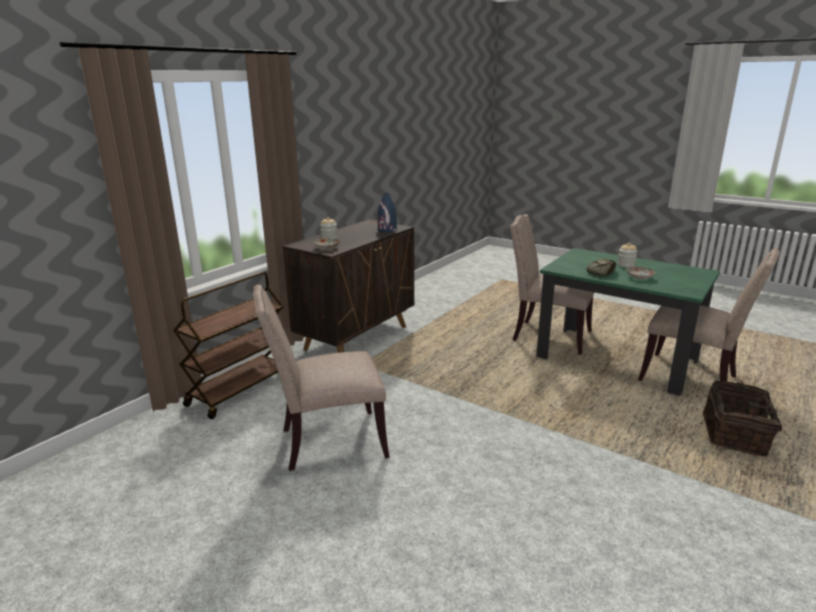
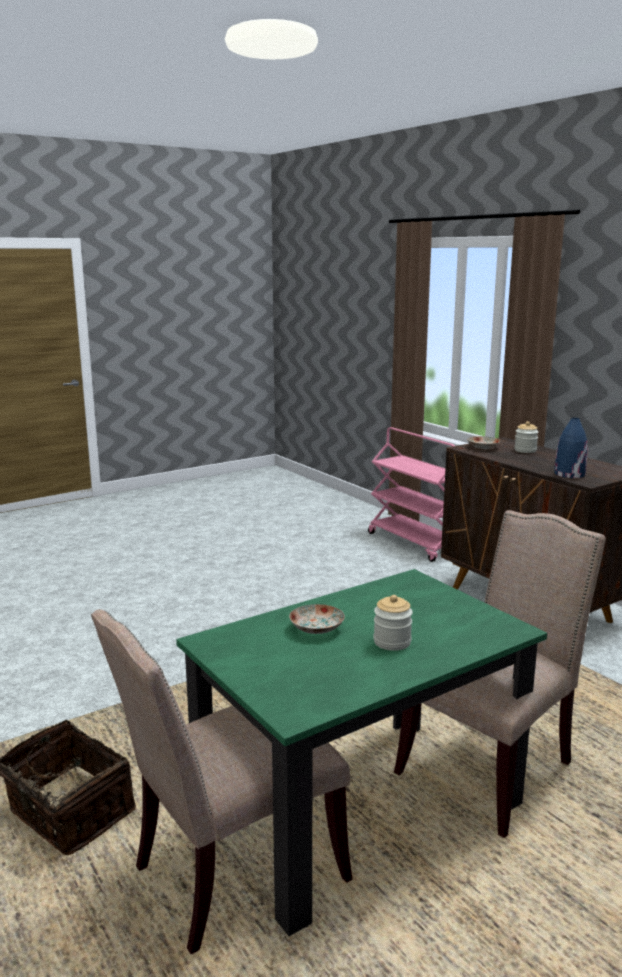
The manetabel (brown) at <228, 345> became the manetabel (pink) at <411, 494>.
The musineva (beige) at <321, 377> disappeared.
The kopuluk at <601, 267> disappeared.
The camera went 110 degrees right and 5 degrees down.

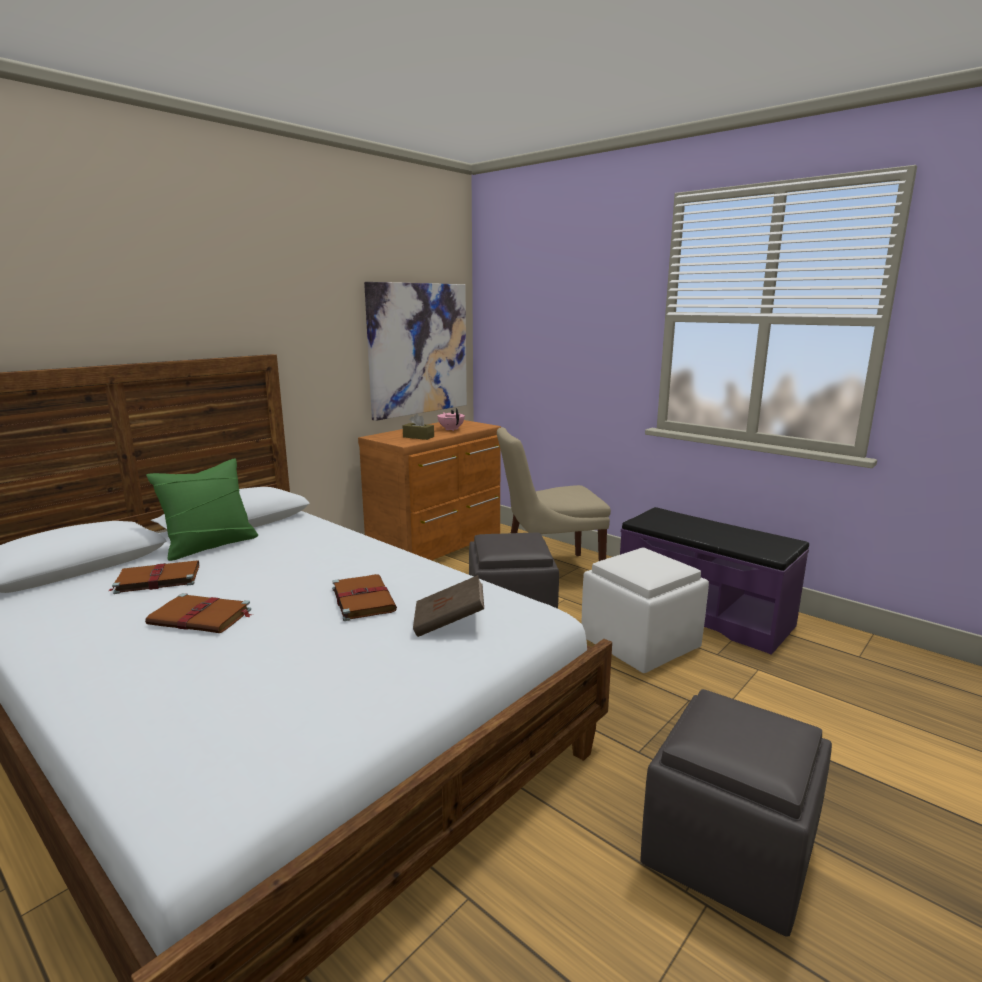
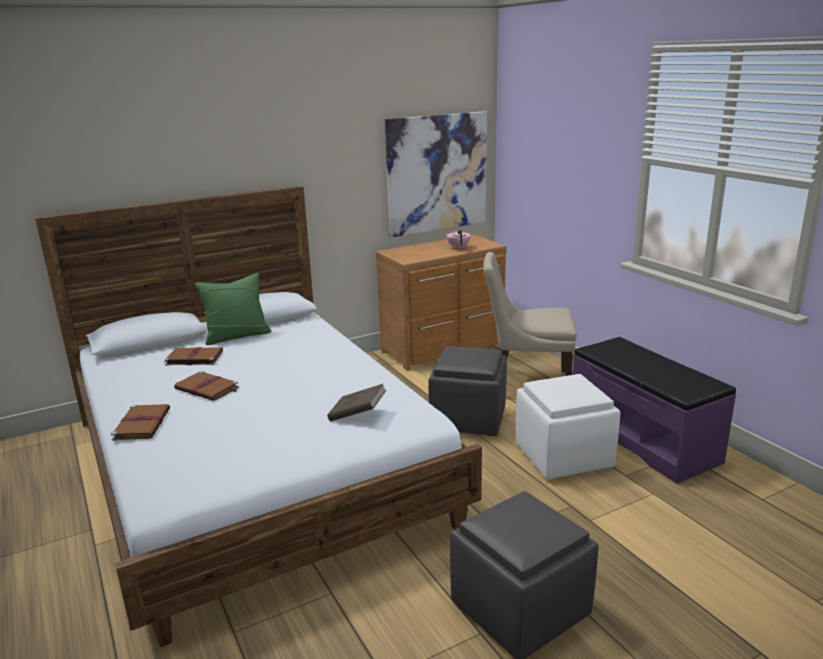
The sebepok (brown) moved from <364, 597> to <140, 422>.
The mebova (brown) at <418, 427> disappeared.
The camera went 20 degrees right and 5 degrees up.

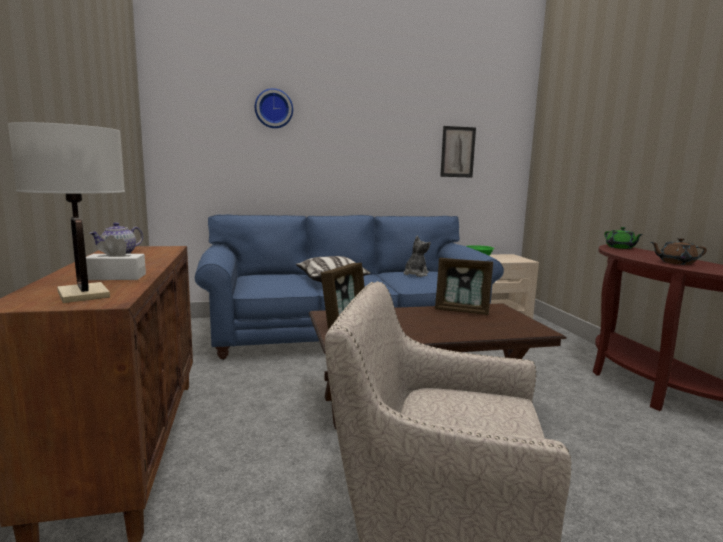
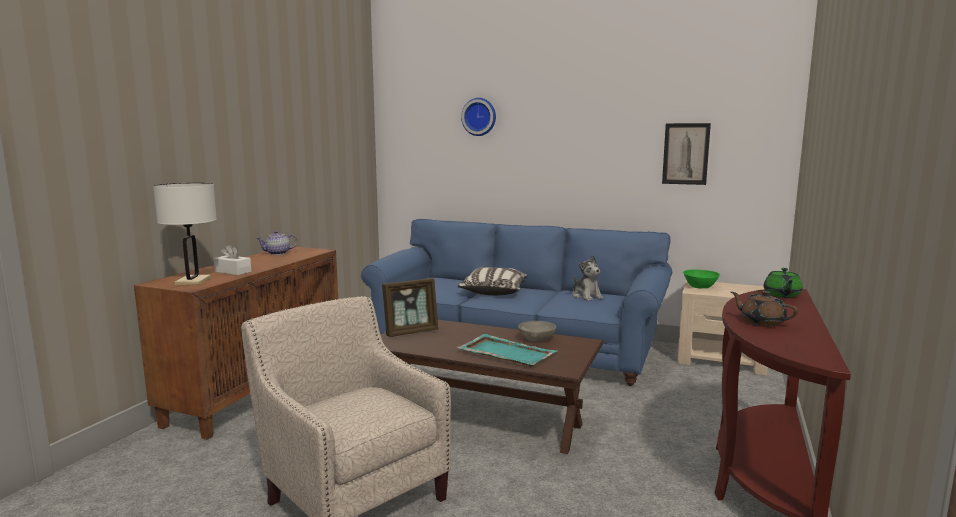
The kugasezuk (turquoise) at <507, 350> appeared.
The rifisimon at <464, 286> was replaced by the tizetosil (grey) at <537, 331>.
The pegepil at <417, 256> turned 90 degrees clockwise.
The camera went 35 degrees right and 0 degrees up.

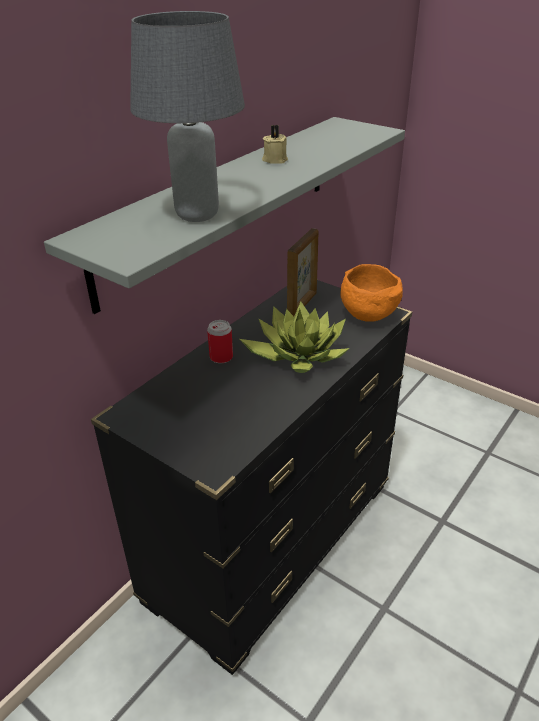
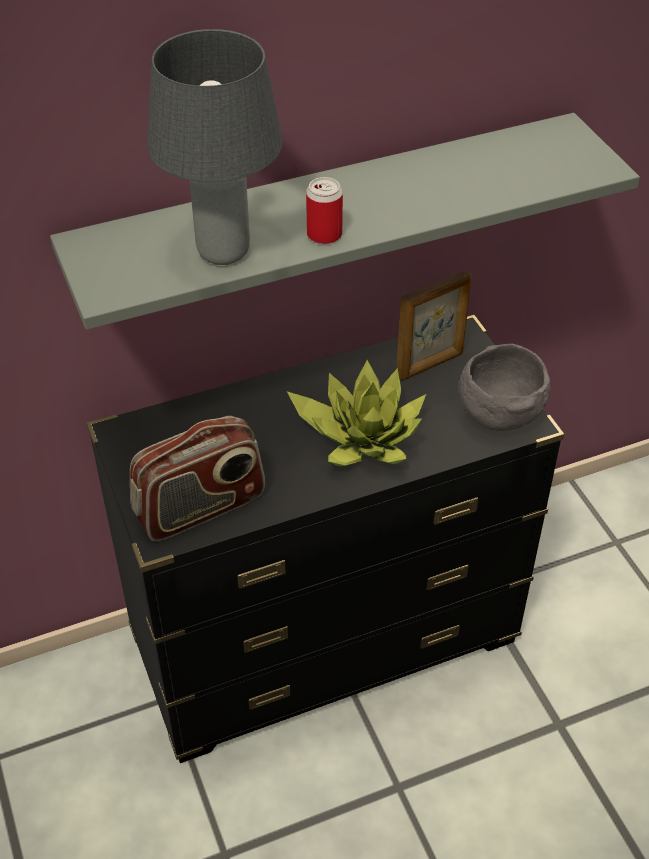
The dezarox at <197, 478> appeared.
The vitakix moved from <220, 341> to <324, 210>.
The tizetosil (orange) at <371, 293> became the tizetosil (grey) at <505, 387>.
The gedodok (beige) at <275, 144> disappeared.
The camera went 30 degrees right and 10 degrees up.

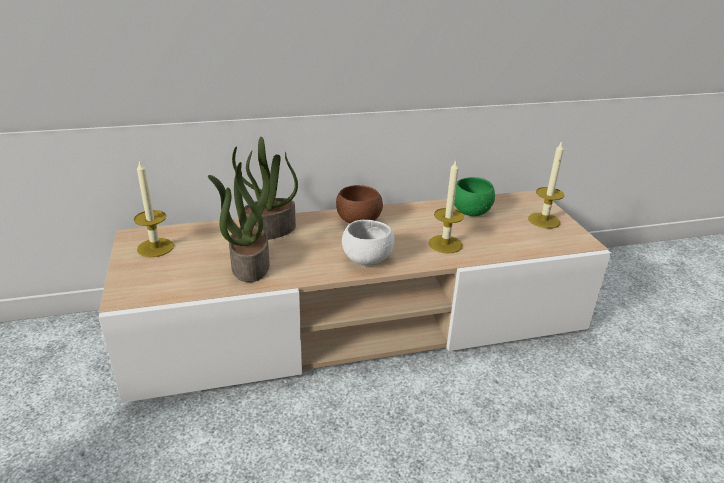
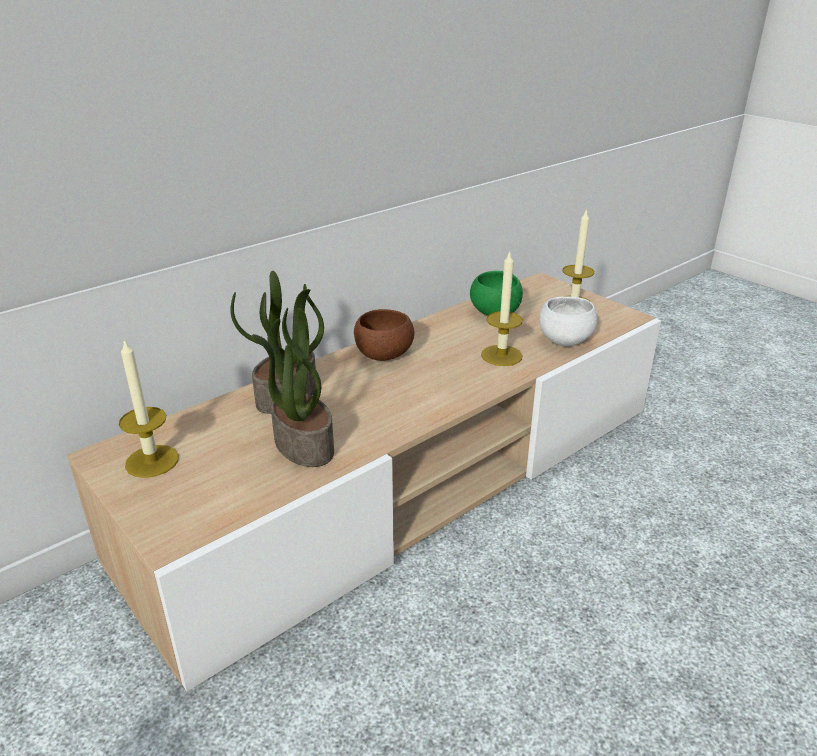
The tizetosil (white) moved from <368, 242> to <568, 321>.
The camera went 25 degrees left and 0 degrees up.

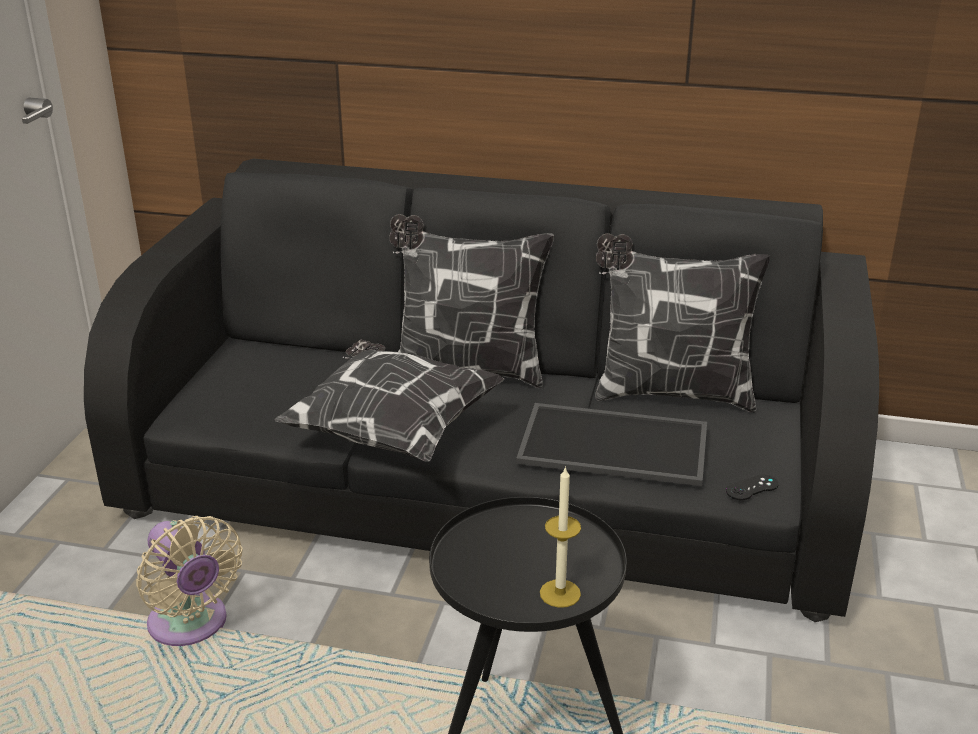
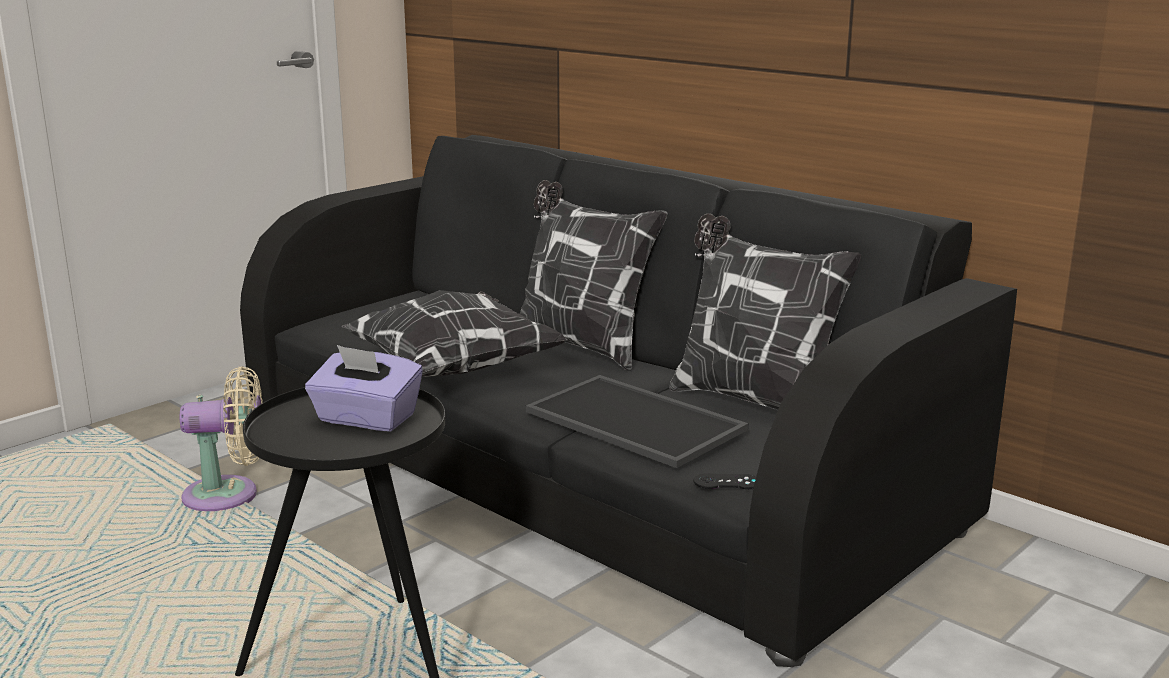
The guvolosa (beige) at <189, 581> turned 90 degrees counterclockwise.
The mebova (purple) at <364, 388> appeared.
The gedodok at <560, 537> disappeared.
The camera went 30 degrees right and 10 degrees down.

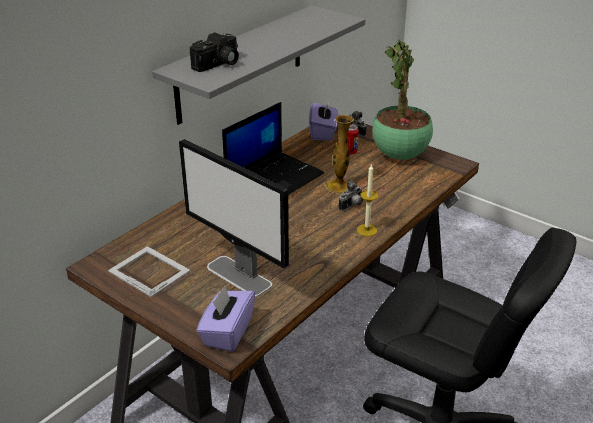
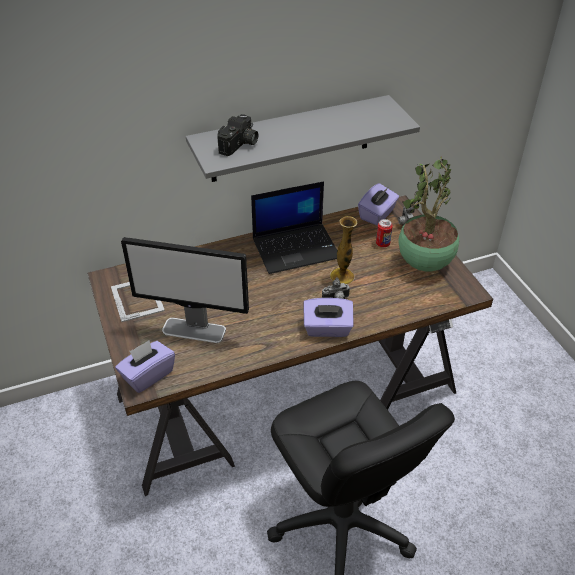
The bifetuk at <234, 218> turned 60 degrees counterclockwise.
The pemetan at <214, 52> turned 45 degrees counterclockwise.
The gedodok at <367, 200> was replaced by the mebova (purple) at <328, 317>.
The camera went 30 degrees right and 10 degrees up.

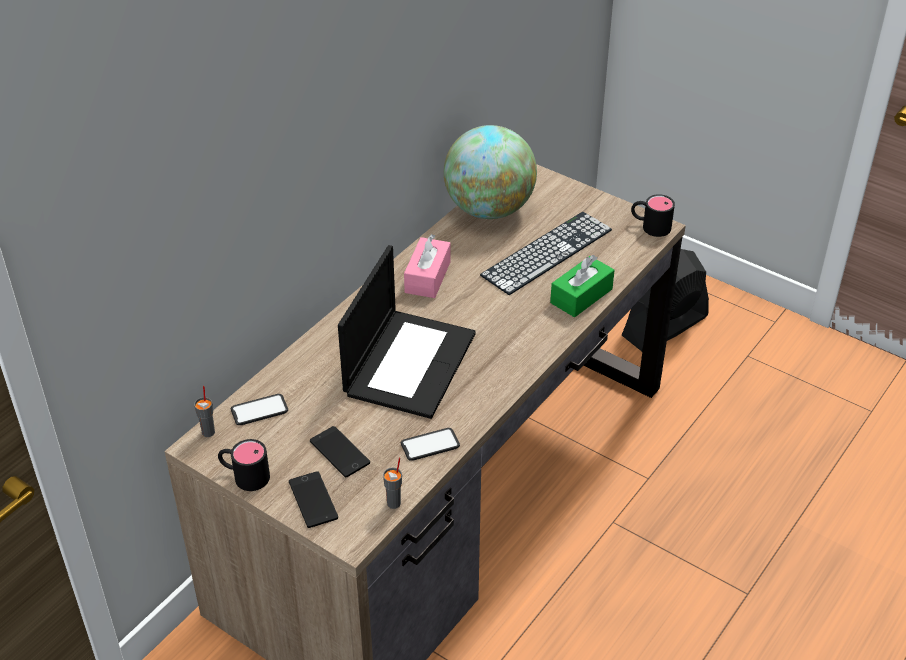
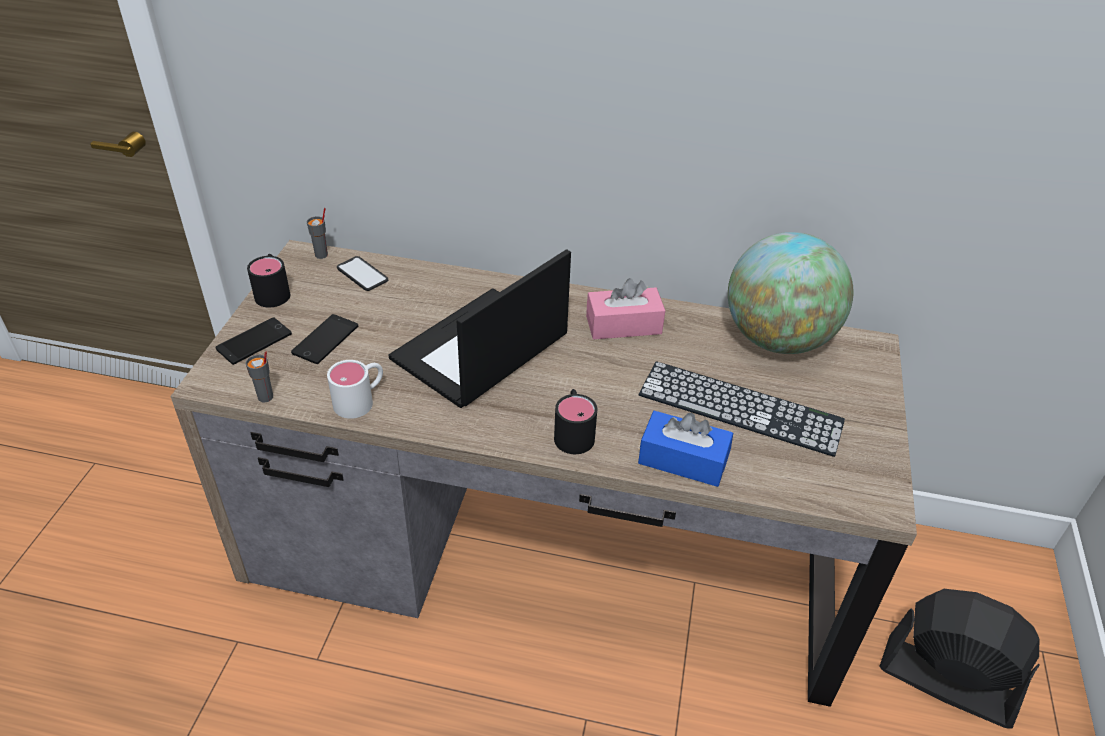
The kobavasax at <430, 444> was replaced by the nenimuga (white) at <355, 389>.
The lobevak at <407, 332> turned 135 degrees clockwise.
The nenimuga (black) moved from <653, 215> to <575, 421>.
The mebova (green) at <582, 286> became the mebova (blue) at <685, 449>.
The camera went 65 degrees right and 0 degrees up.

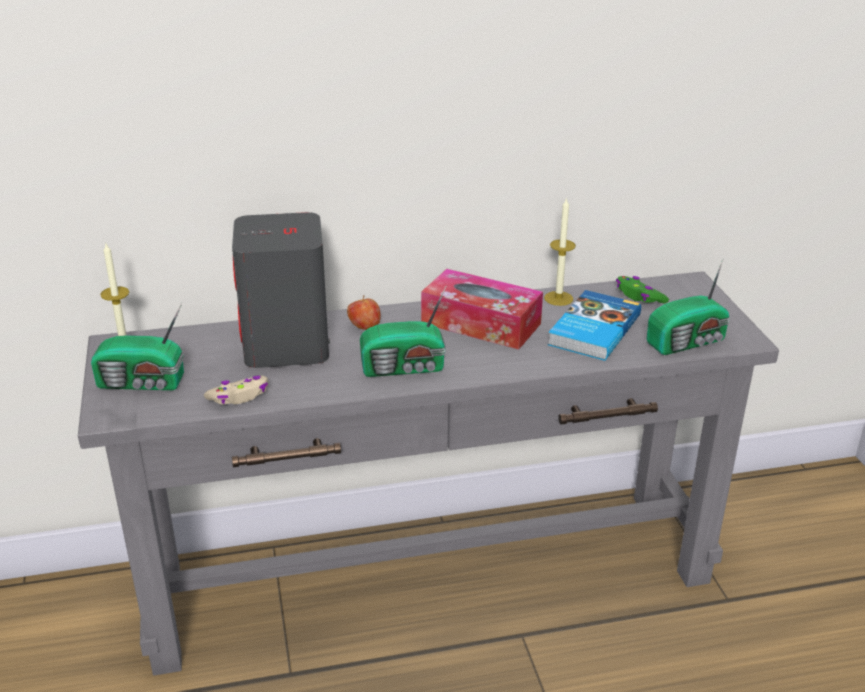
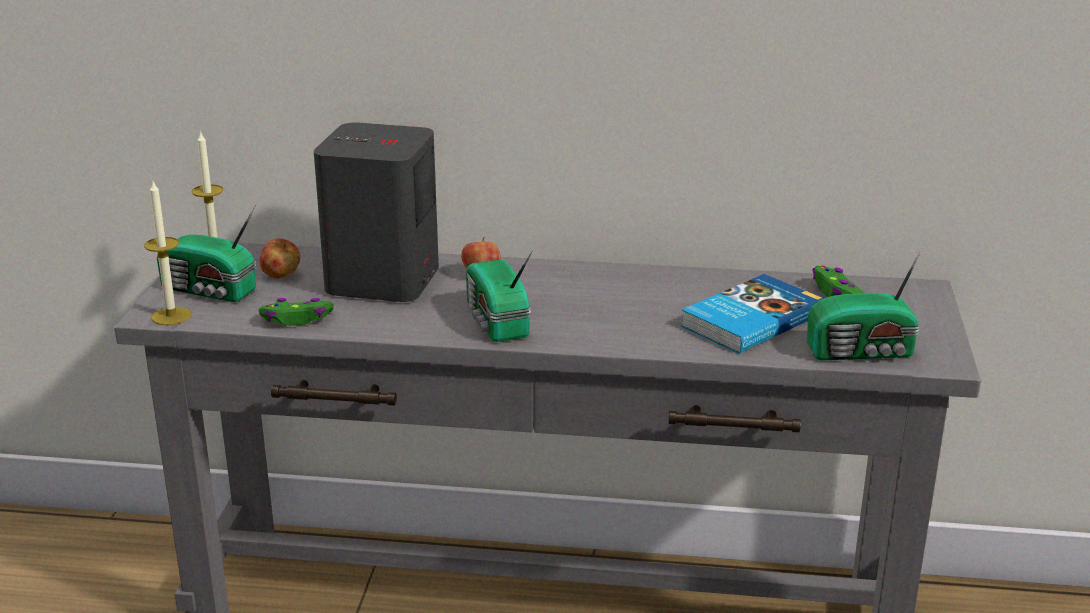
The gedodok moved from <560, 251> to <167, 253>.
The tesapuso at <279, 258> appeared.
The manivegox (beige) at <236, 390> became the manivegox (green) at <296, 312>.
The dezarox at <403, 331> turned 60 degrees clockwise.
The mebova at <482, 309> disappeared.
The camera went 20 degrees right and 5 degrees down.

